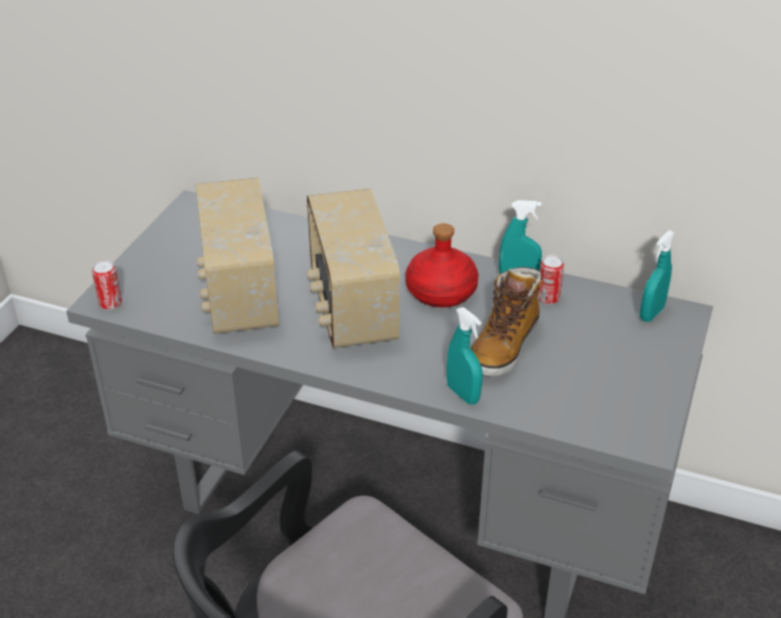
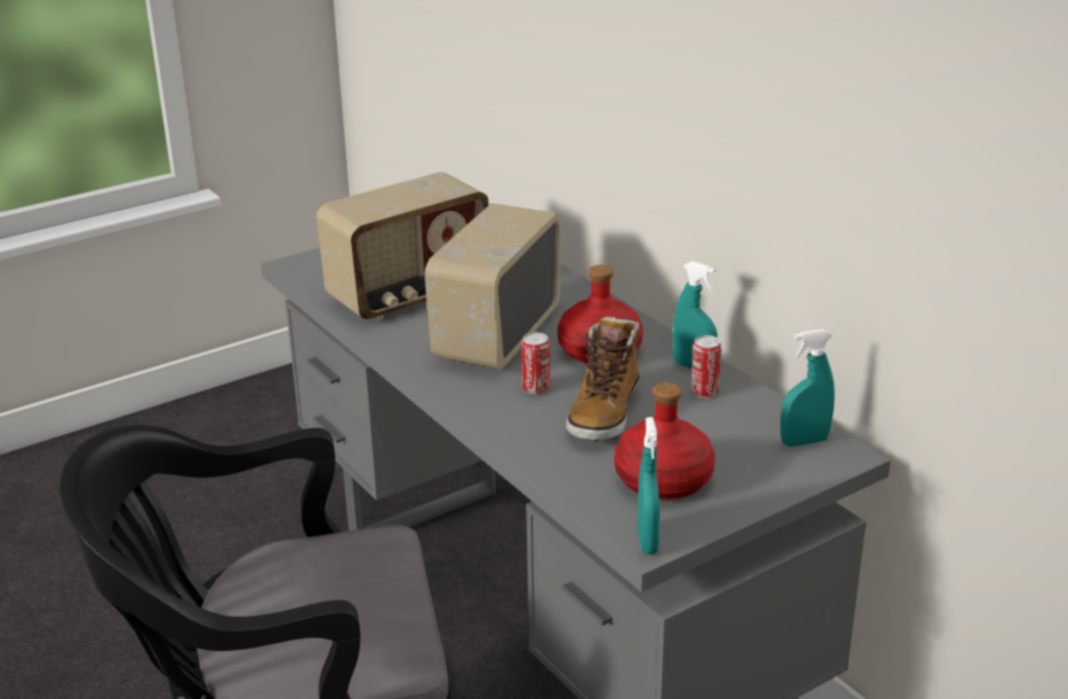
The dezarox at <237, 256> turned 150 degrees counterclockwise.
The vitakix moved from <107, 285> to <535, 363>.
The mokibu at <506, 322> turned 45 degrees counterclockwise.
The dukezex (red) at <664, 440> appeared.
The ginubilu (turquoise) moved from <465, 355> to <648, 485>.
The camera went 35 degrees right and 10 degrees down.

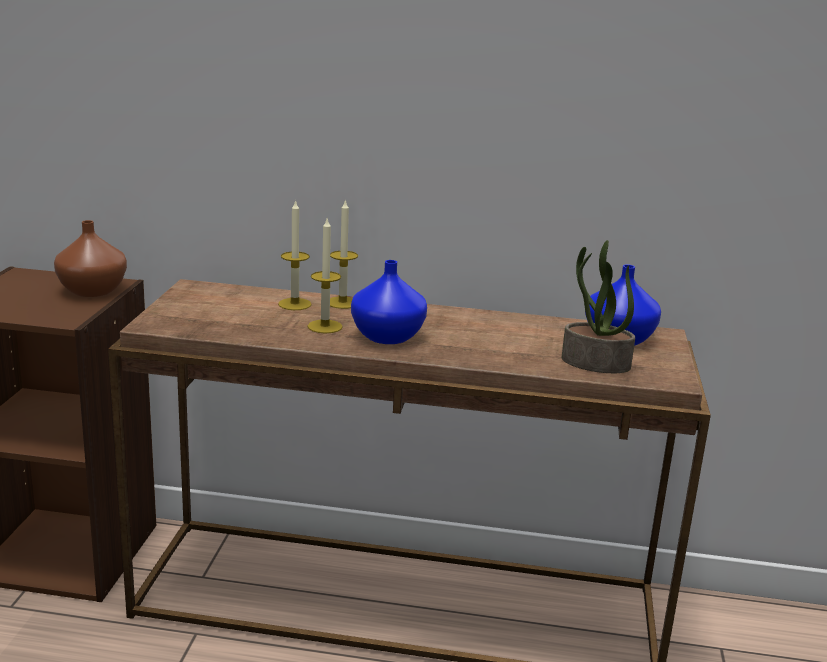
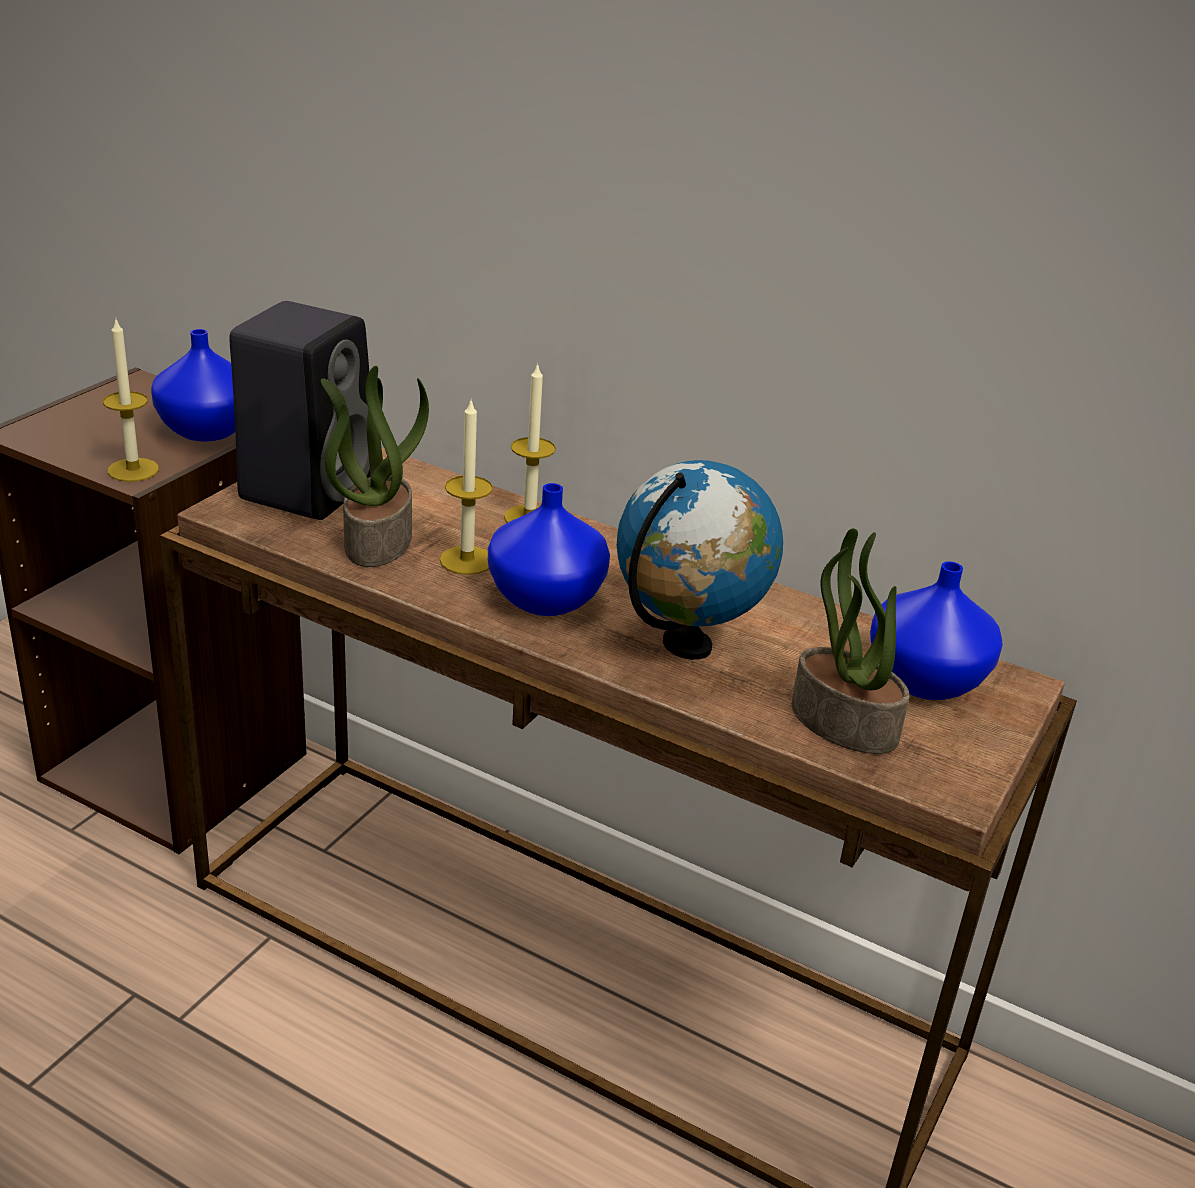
The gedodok moved from <295, 254> to <131, 399>.
The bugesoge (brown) at <90, 258> became the bugesoge (blue) at <193, 385>.
The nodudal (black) at <299, 410> appeared.
The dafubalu at <375, 466> appeared.
The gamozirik at <700, 560> appeared.
The camera went 20 degrees right and 10 degrees up.

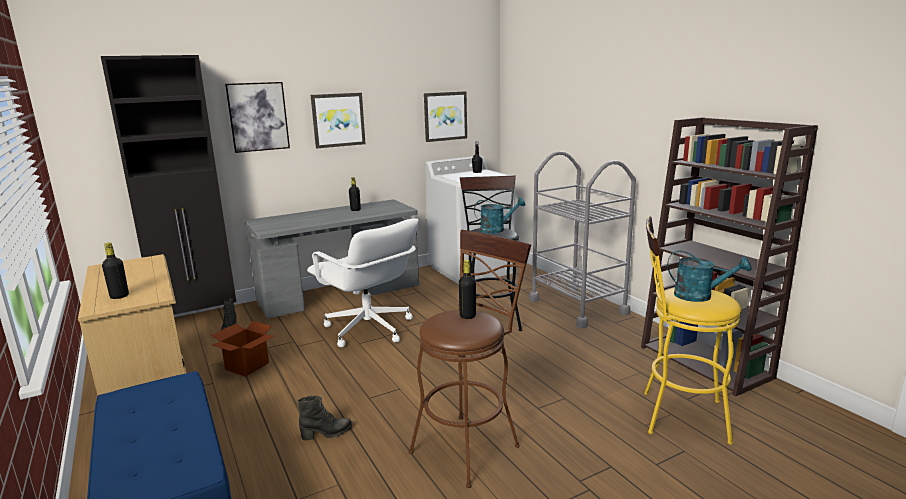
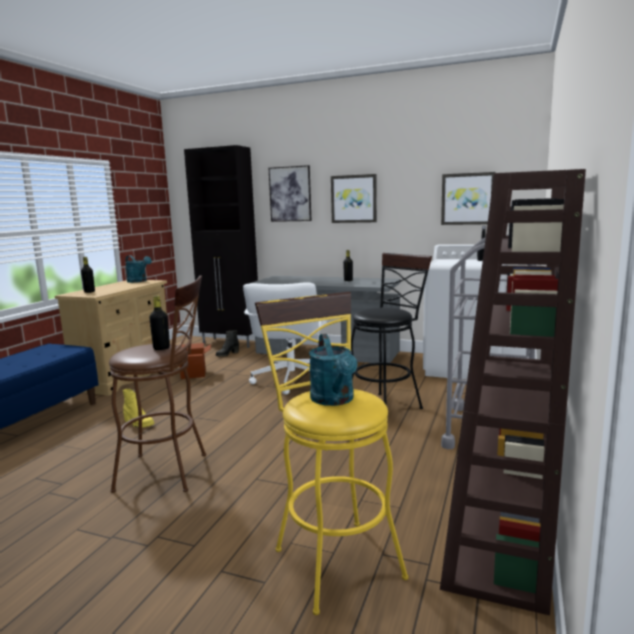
The mokibu (black) at <324, 417> became the mokibu (yellow) at <138, 408>.
The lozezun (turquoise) moved from <499, 215> to <138, 269>.
The camera went 50 degrees right and 5 degrees down.

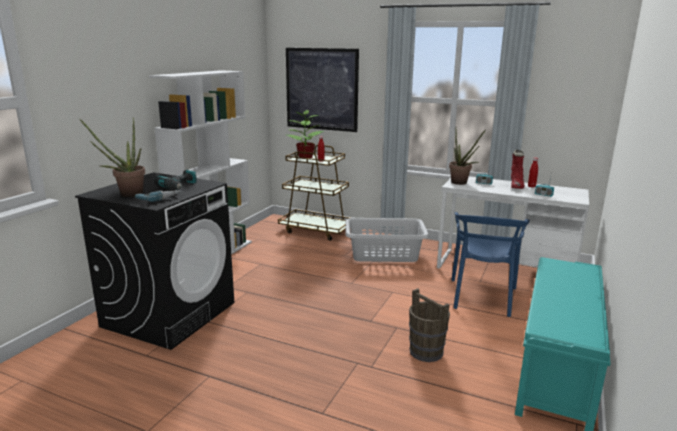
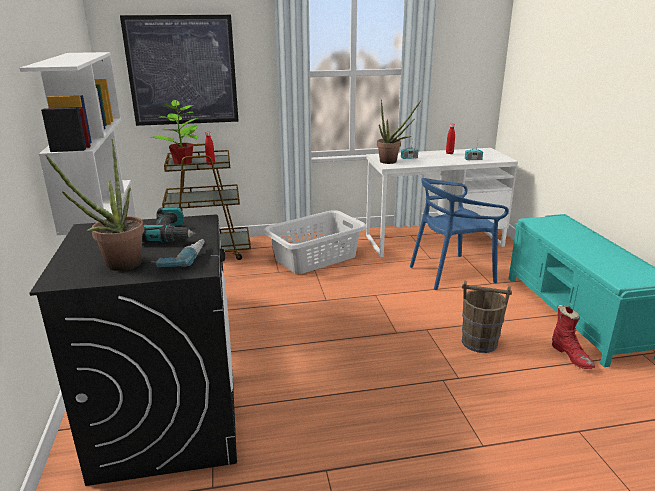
The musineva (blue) at <490, 264> turned 90 degrees clockwise.
The mokibu (red) moved from <518, 169> to <573, 337>.
The camera went 35 degrees left and 5 degrees up.

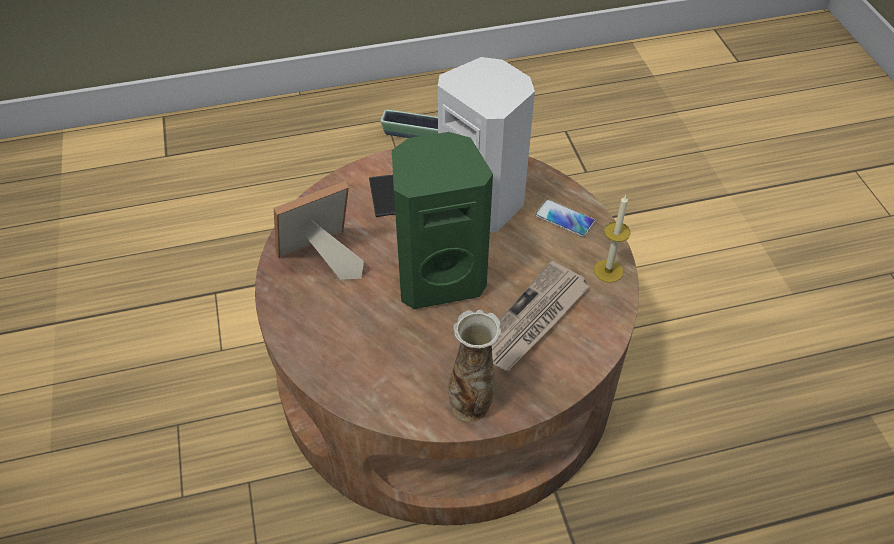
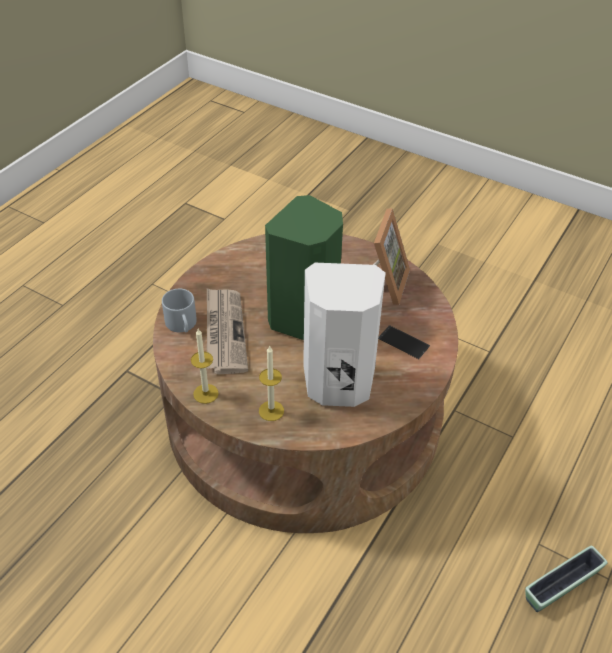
The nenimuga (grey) at <179, 311> appeared.
The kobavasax at <565, 218> was replaced by the gedodok at <271, 383>.
The bugesoge at <474, 366> disappeared.
The camera went 135 degrees right and 5 degrees down.

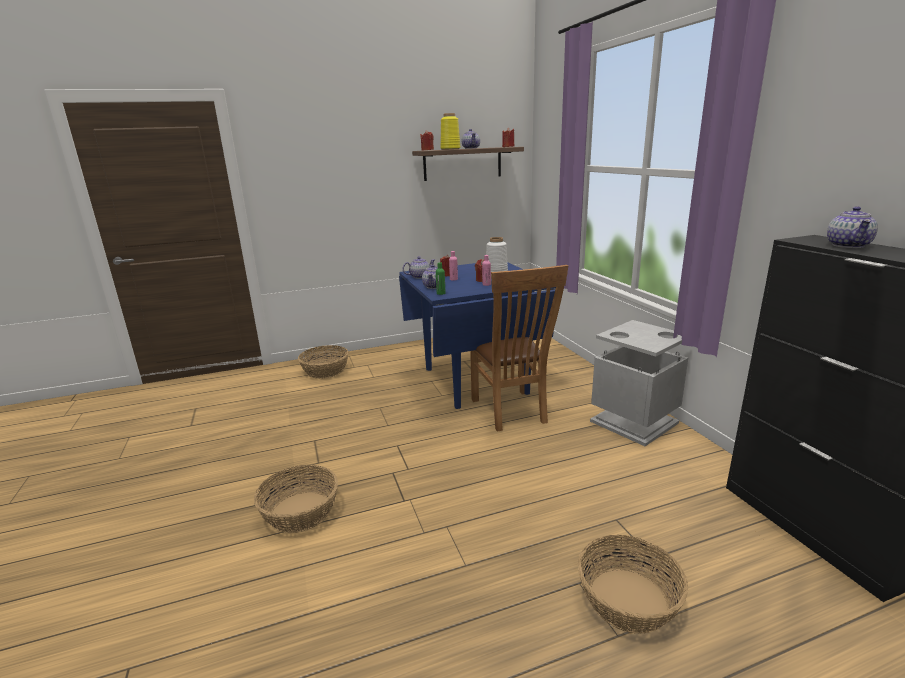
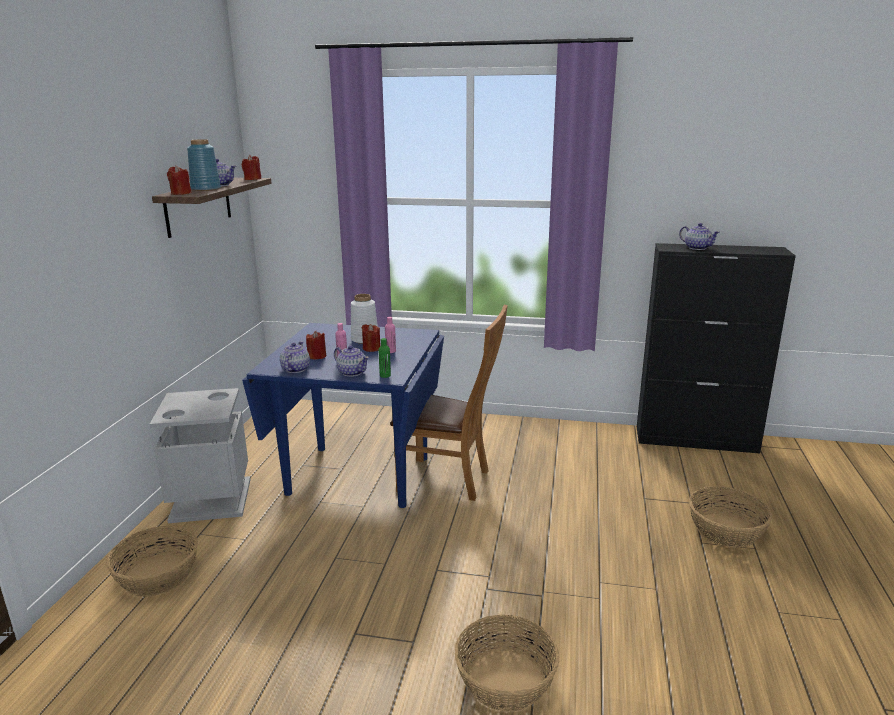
The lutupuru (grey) moved from <639, 383> to <200, 455>.
The bugesoge (yellow) at <450, 131> became the bugesoge (blue) at <204, 165>.
The camera went 60 degrees left and 0 degrees up.

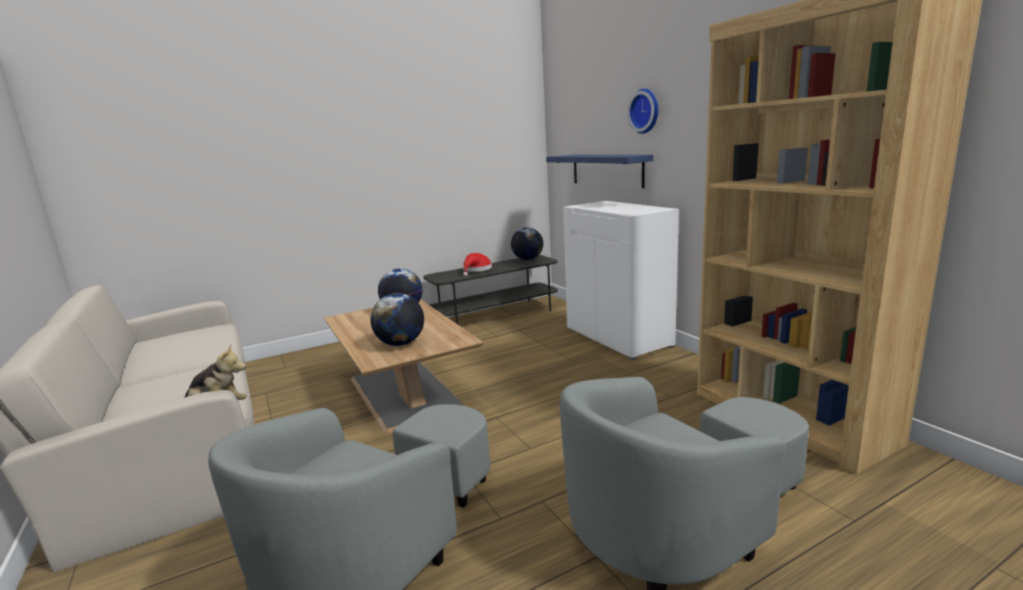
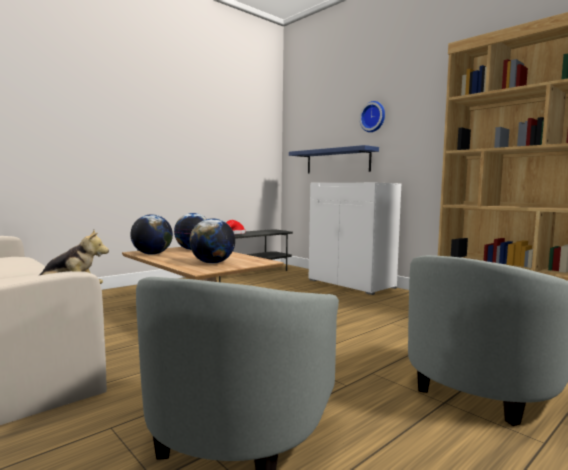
The gamozirik moved from <527, 243> to <151, 234>.
The camera went 15 degrees left and 10 degrees down.

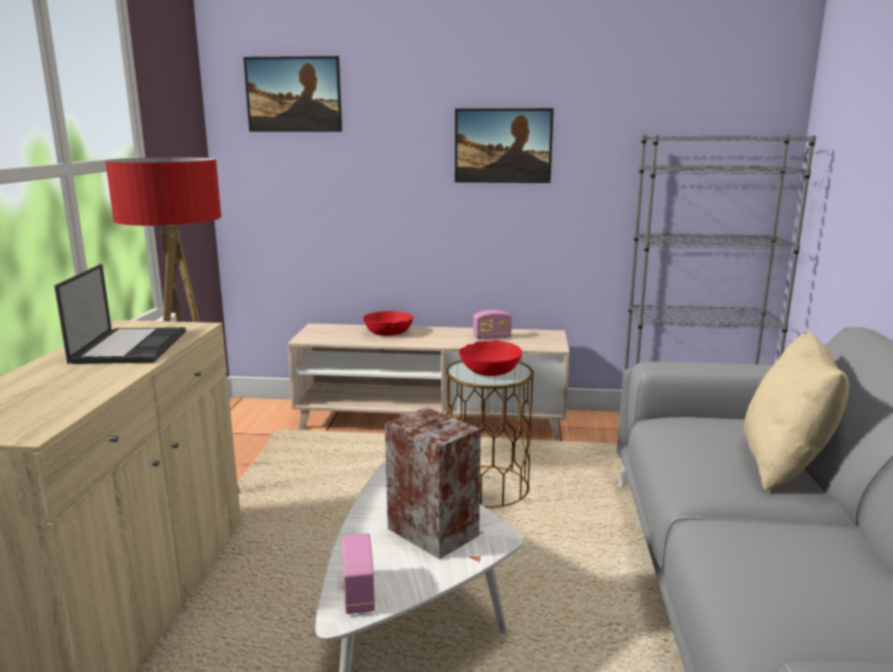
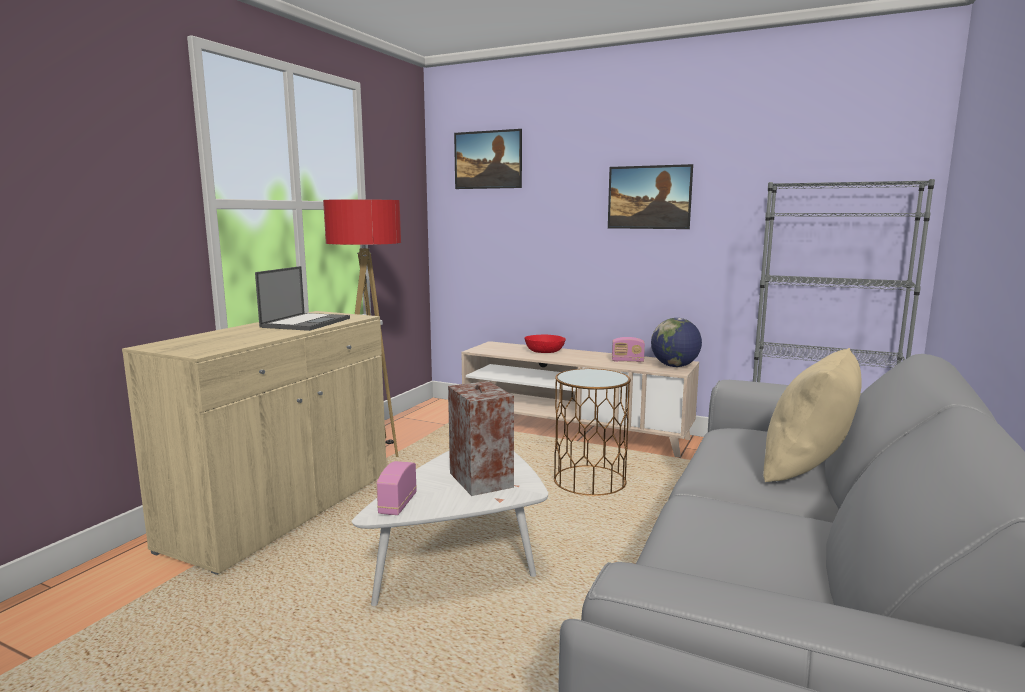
The gamozirik at <676, 342> appeared.
The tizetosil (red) at <490, 358> disappeared.
The camera went 20 degrees right and 5 degrees down.

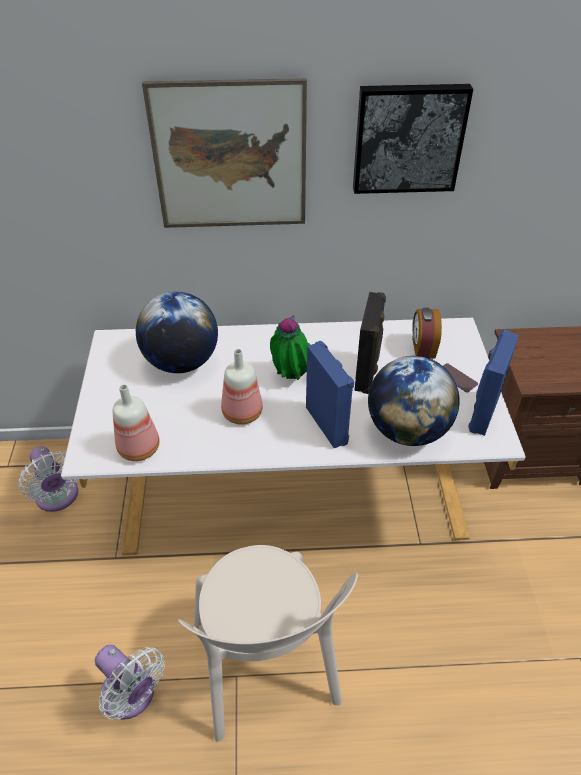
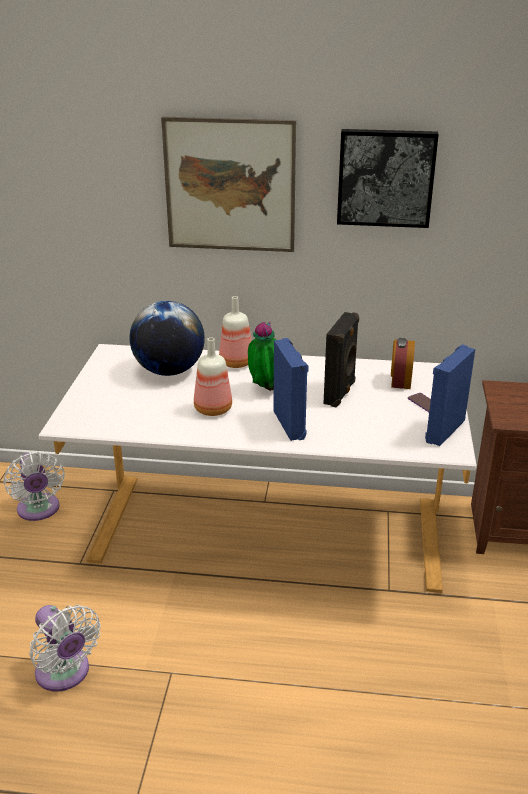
The dukezex moved from <136, 422> to <235, 332>.
The musineva (beige) at <268, 643> disappeared.
The gamozirik at <414, 401> disappeared.
The camera went 10 degrees right and 15 degrees down.

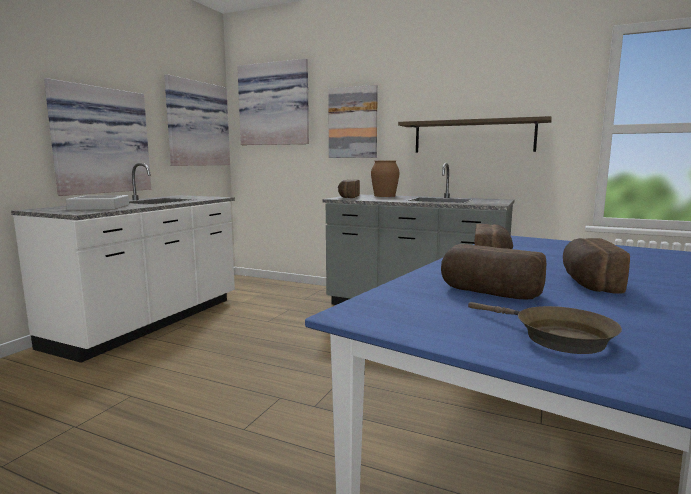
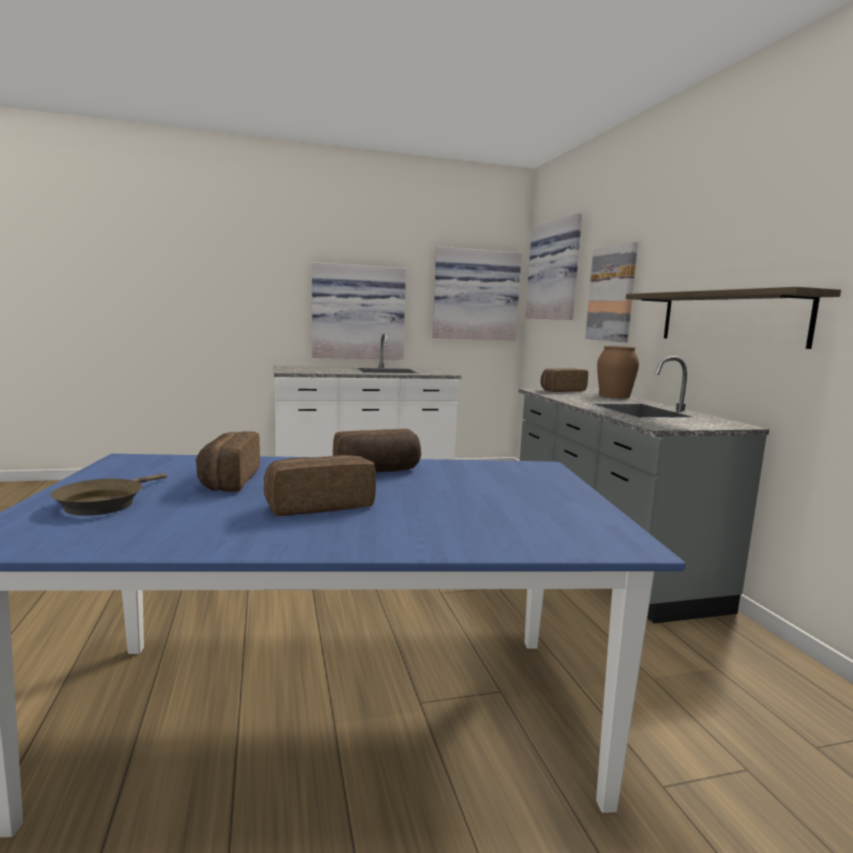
The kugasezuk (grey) at <97, 202> disappeared.
The camera went 50 degrees right and 0 degrees up.

